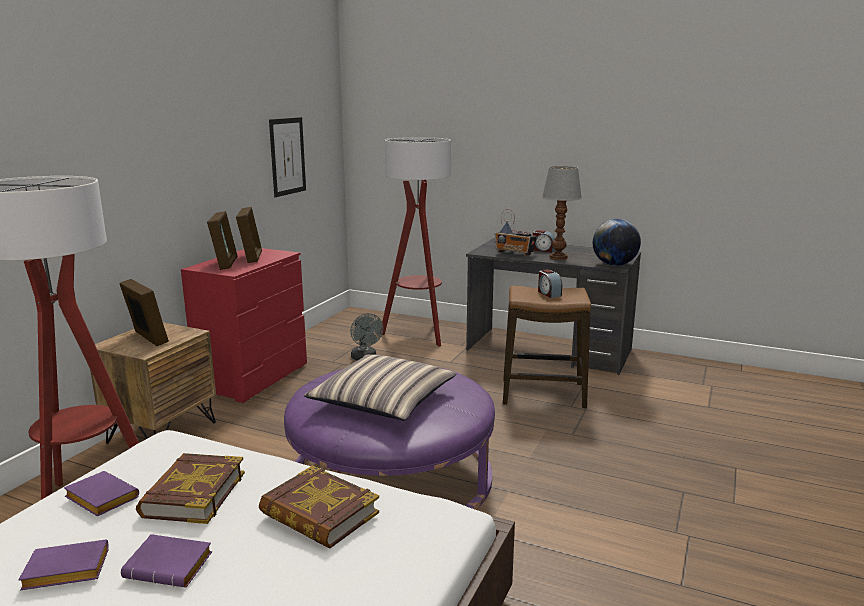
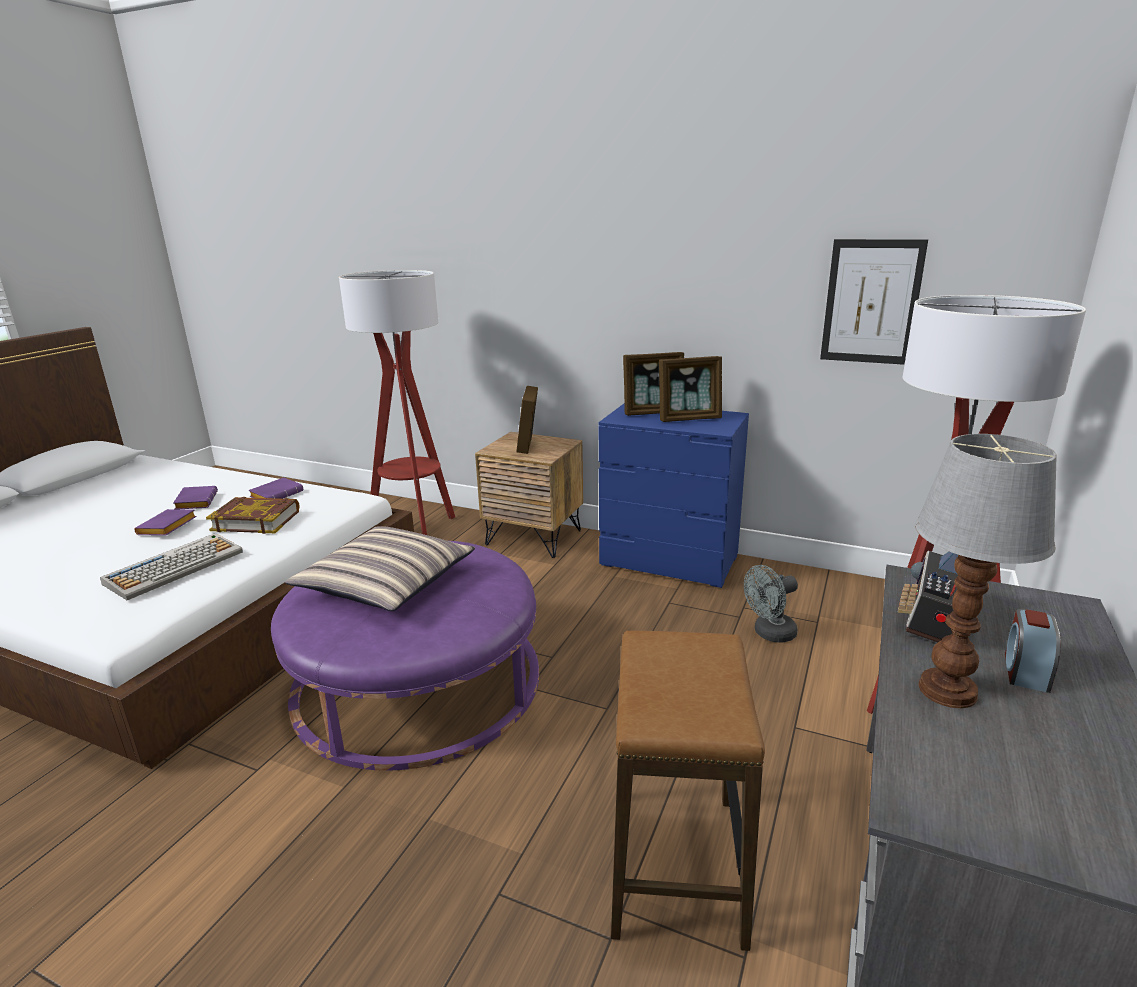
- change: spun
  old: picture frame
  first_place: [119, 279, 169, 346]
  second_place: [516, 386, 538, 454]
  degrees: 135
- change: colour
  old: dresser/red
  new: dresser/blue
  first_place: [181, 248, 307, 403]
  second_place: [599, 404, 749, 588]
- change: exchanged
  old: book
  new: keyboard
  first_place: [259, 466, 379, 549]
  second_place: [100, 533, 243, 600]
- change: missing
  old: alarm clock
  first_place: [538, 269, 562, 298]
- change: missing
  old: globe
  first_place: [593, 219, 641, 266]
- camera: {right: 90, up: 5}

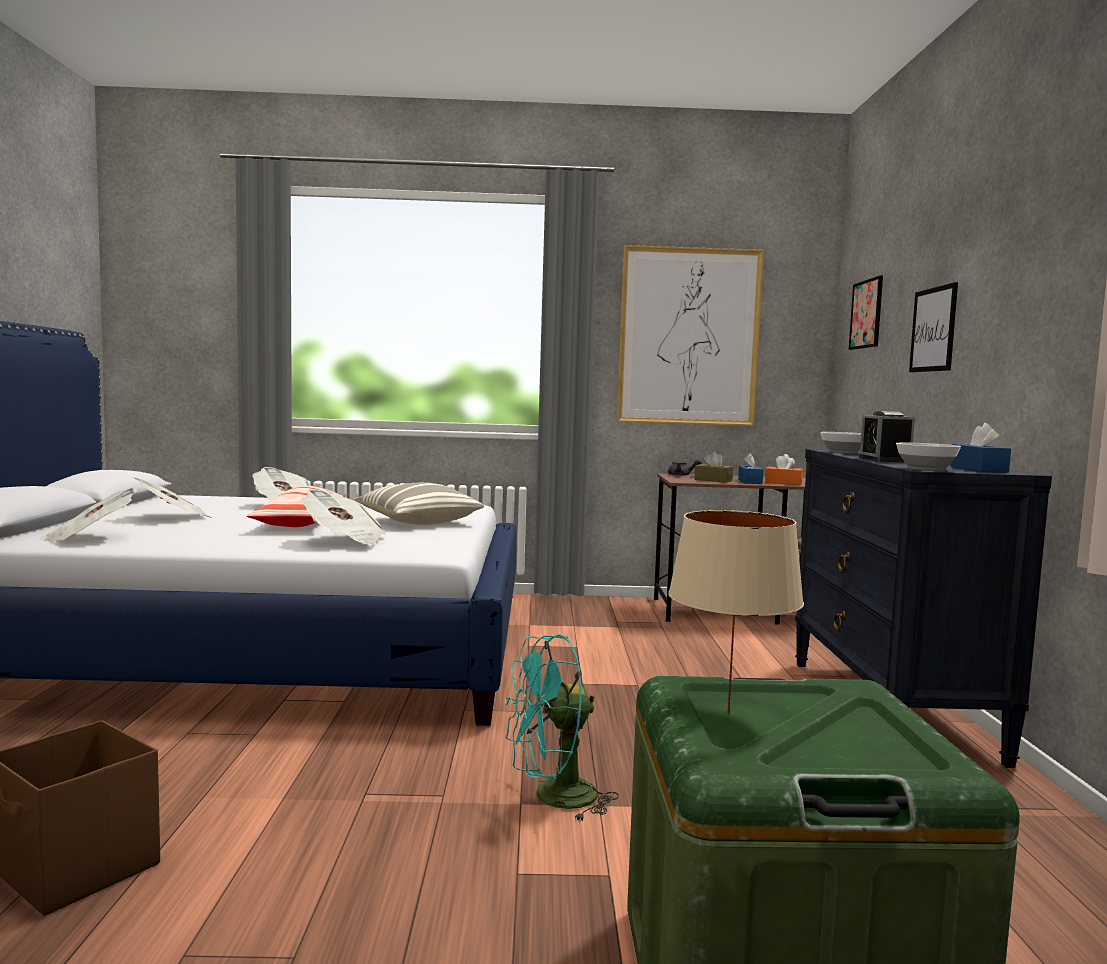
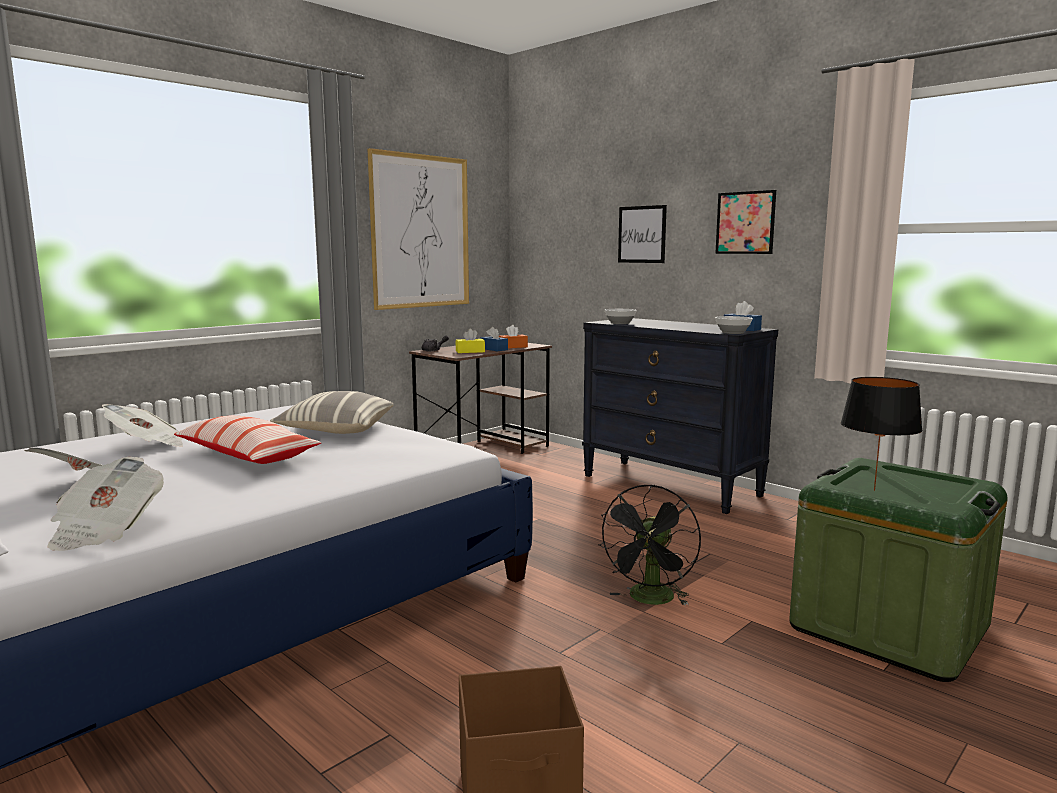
- change: missing
  old: newspaper
  first_place: [302, 489, 386, 545]
- change: colour
  old: fan/turquoise
  new: fan/black
  first_place: [505, 634, 619, 823]
  second_place: [598, 485, 701, 606]
- change: colour
  old: table lamp/beige
  new: table lamp/black
  first_place: [668, 510, 804, 714]
  second_place: [841, 377, 923, 491]
- change: colour
  old: tissue box/brown
  new: tissue box/yellow
  first_place: [695, 452, 733, 483]
  second_place: [456, 329, 485, 353]
- change: relocated
  old: picture
  first_place: [849, 276, 883, 350]
  second_place: [715, 190, 776, 254]
- change: missing
  old: alarm clock
  first_place: [859, 411, 915, 462]
- camera: {right: -45, up: 5}

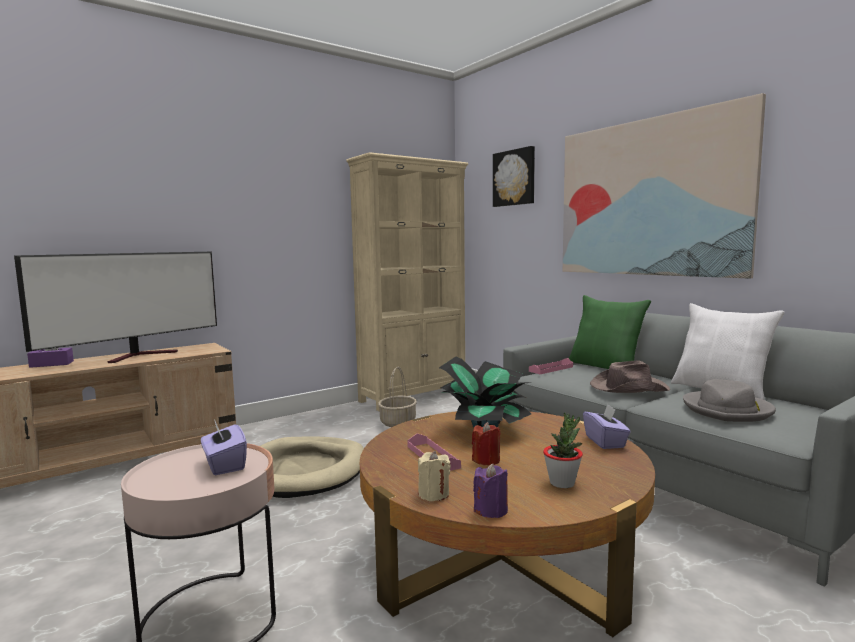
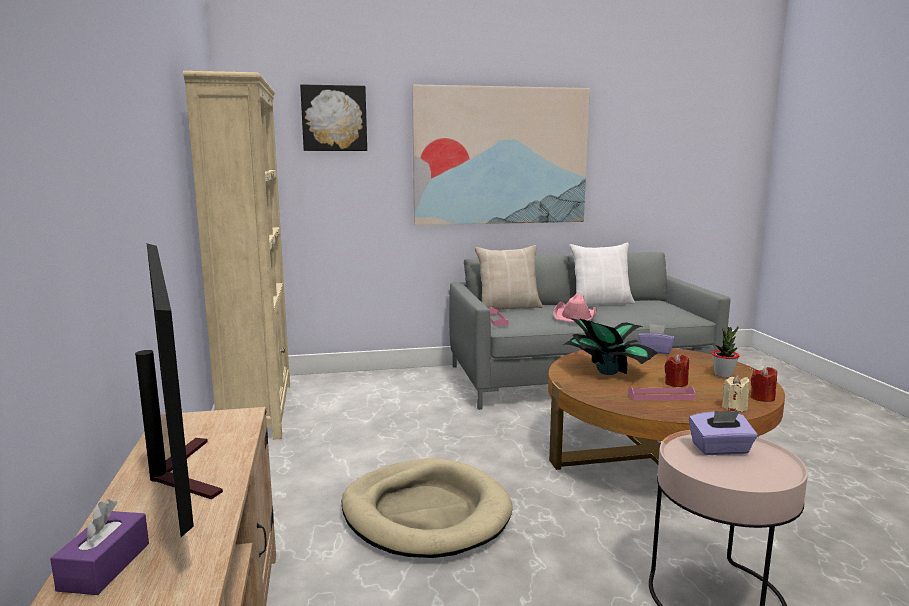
- change: missing
  old: basket
  first_place: [378, 367, 417, 427]
- change: colour
  old: candle/purple
  new: candle/red
  first_place: [473, 464, 508, 518]
  second_place: [750, 367, 777, 402]
- change: colour
  old: pillow/green
  new: pillow/beige
  first_place: [568, 295, 651, 369]
  second_place: [475, 245, 543, 310]
- change: colour
  old: hat/brown
  new: hat/pink
  first_place: [590, 360, 670, 393]
  second_place: [554, 294, 597, 322]
- change: missing
  old: hat/grey
  first_place: [683, 379, 776, 422]
- camera: {right: -65, up: 5}

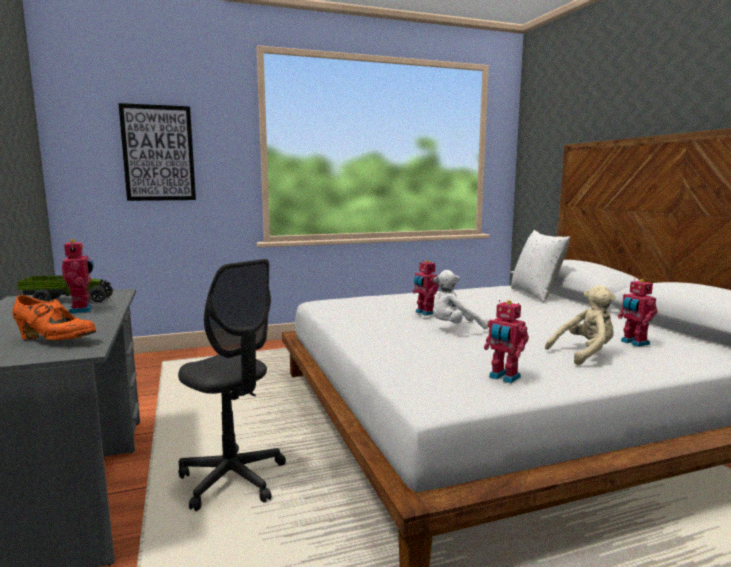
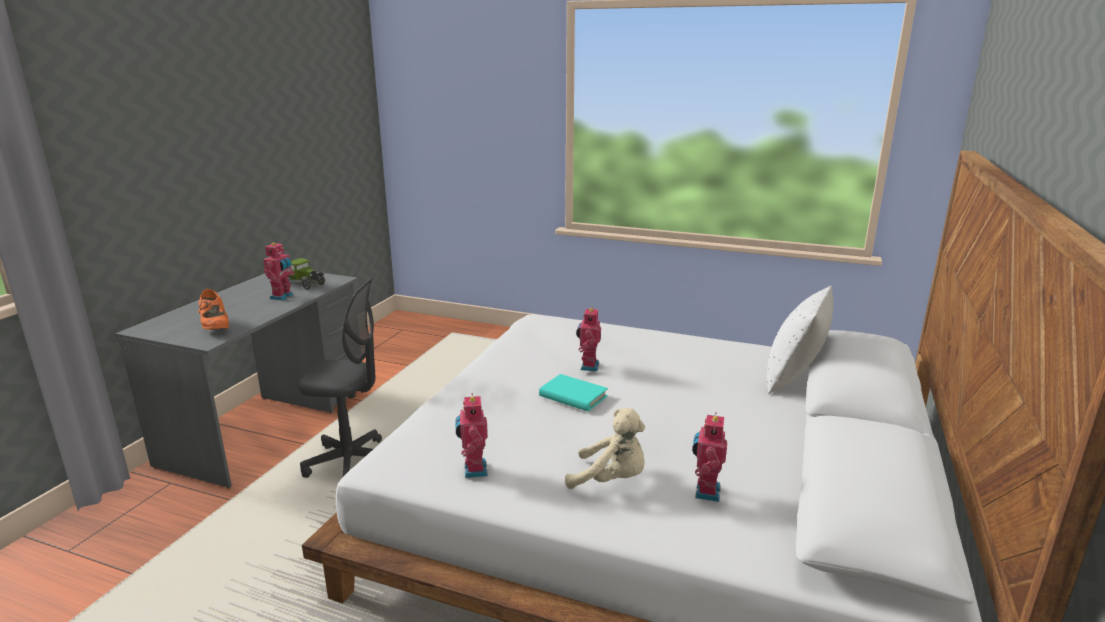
- change: missing
  old: picture
  first_place: [118, 103, 196, 201]
- change: spun
  old: office chair/grey
  first_place: [178, 259, 286, 511]
  second_place: [298, 278, 382, 478]
  degrees: -75
- change: exchanged
  old: plush toy/white
  new: book/turquoise
  first_place: [433, 270, 489, 329]
  second_place: [539, 374, 608, 411]
- camera: {right: 40, up: 10}

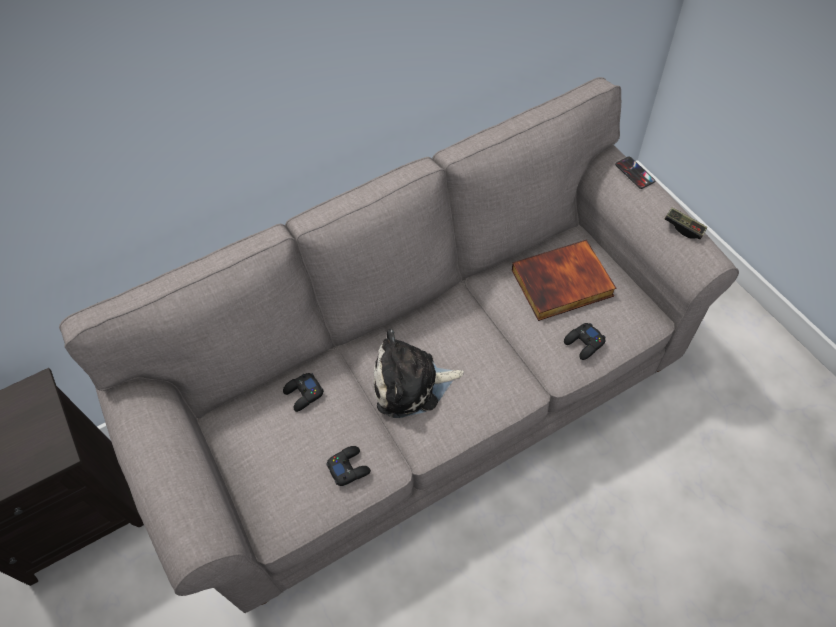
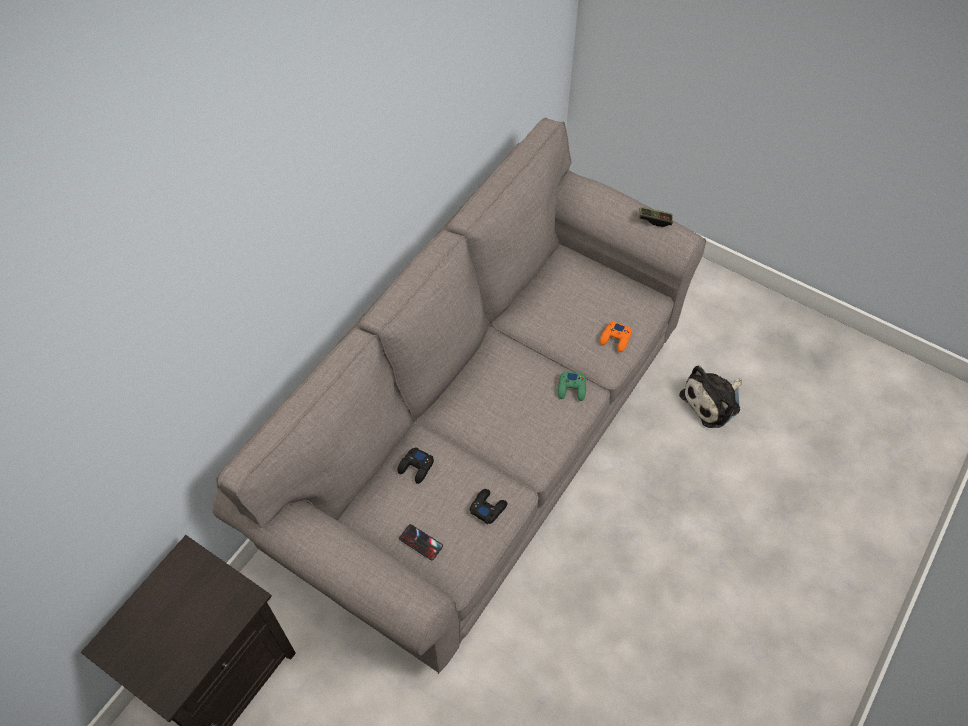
- change: relocated
  old: plush toy
  first_place: [374, 329, 464, 418]
  second_place: [679, 365, 742, 428]
- change: missing
  old: book
  first_place: [512, 240, 616, 321]
- change: colour
  old: game controller/black
  new: game controller/orange
  first_place: [564, 323, 606, 360]
  second_place: [600, 321, 632, 352]
- change: relocated
  old: phone
  first_place: [615, 157, 655, 189]
  second_place: [399, 524, 443, 560]
- change: appeared
  new: game controller/green
  second_place: [558, 371, 586, 401]
- camera: {right: -30, up: 0}

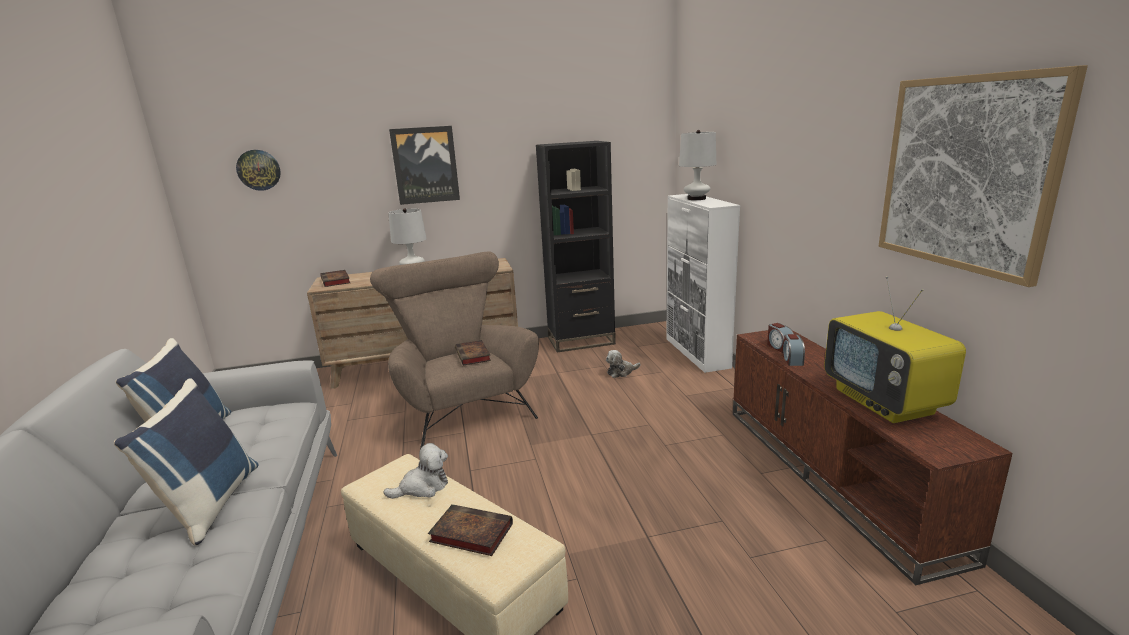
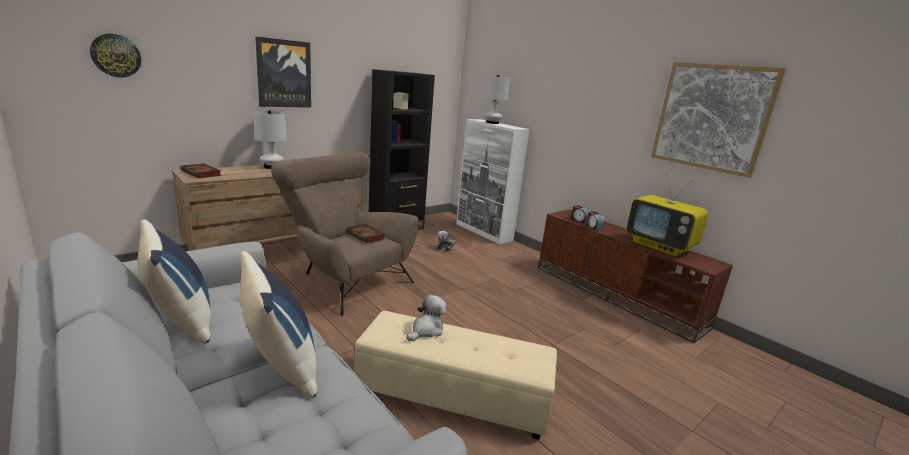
- change: missing
  old: book
  first_place: [428, 504, 513, 556]
- camera: {right: -30, up: 0}

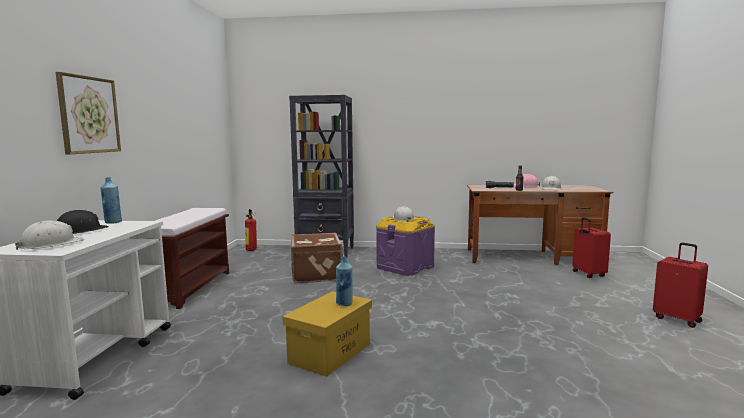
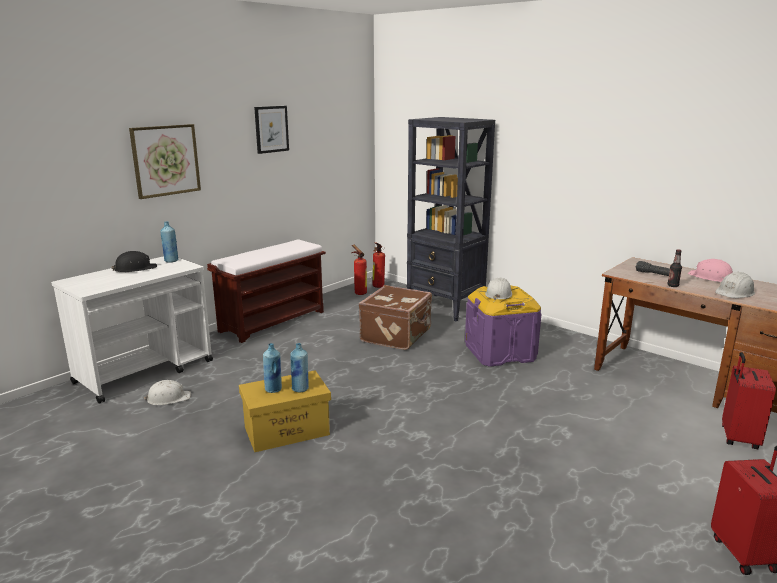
- change: relocated
  old: hard hat/white
  first_place: [14, 220, 84, 250]
  second_place: [144, 380, 191, 405]
- change: appeared
  new: picture
  second_place: [254, 106, 289, 154]
- change: appeared
  new: bottle/blue
  second_place: [263, 343, 282, 393]
- change: appeared
  new: fire extinguisher
  second_place: [351, 245, 367, 295]
- camera: {right: 35, up: 10}

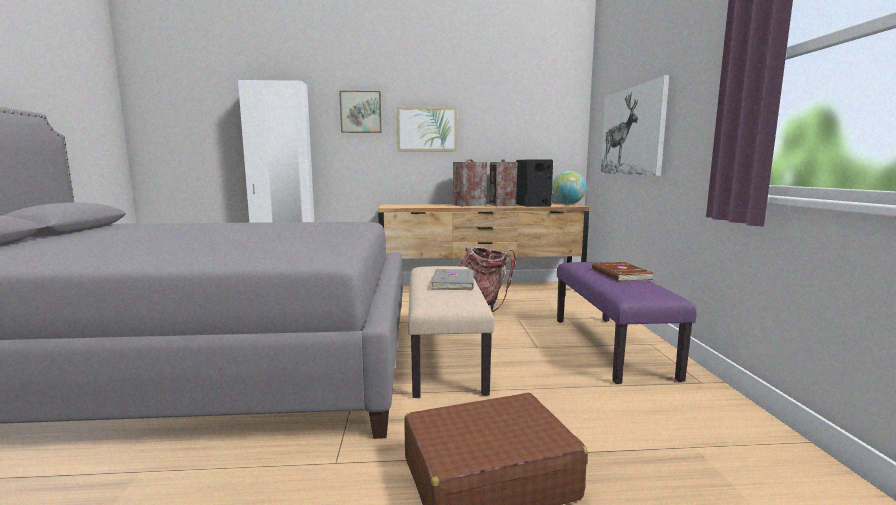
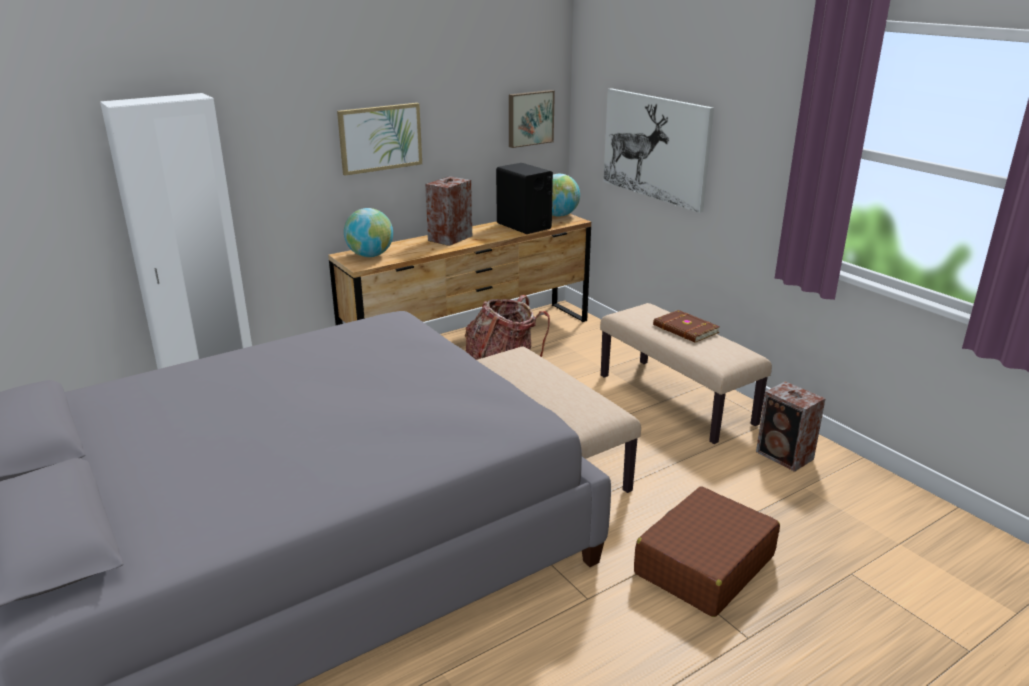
- change: relocated
  old: picture
  first_place: [339, 91, 382, 133]
  second_place: [509, 90, 555, 148]
- change: missing
  old: book/grey
  first_place: [431, 269, 474, 290]
- change: relocated
  old: speaker
  first_place: [489, 159, 517, 206]
  second_place: [756, 381, 826, 472]
- change: colour
  old: bench/purple
  new: bench/beige
  first_place: [557, 262, 697, 384]
  second_place: [600, 303, 772, 444]
- change: appeared
  new: globe
  second_place: [344, 208, 393, 257]
- camera: {right: -30, up: 15}

